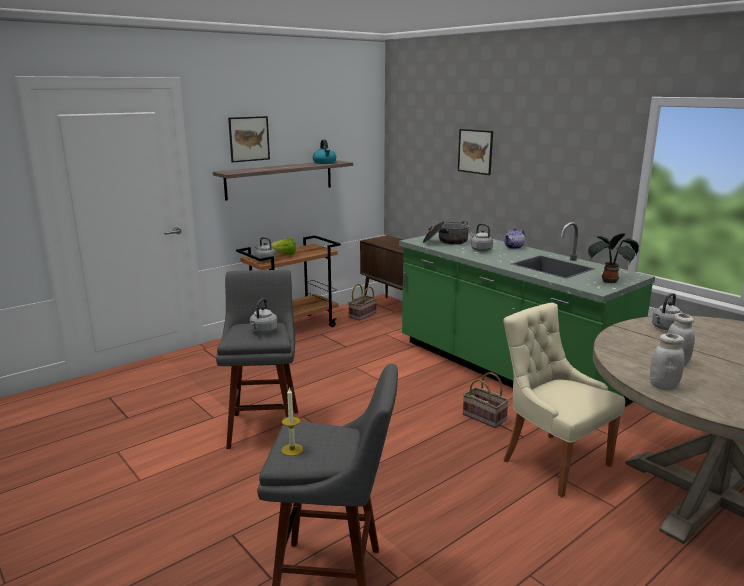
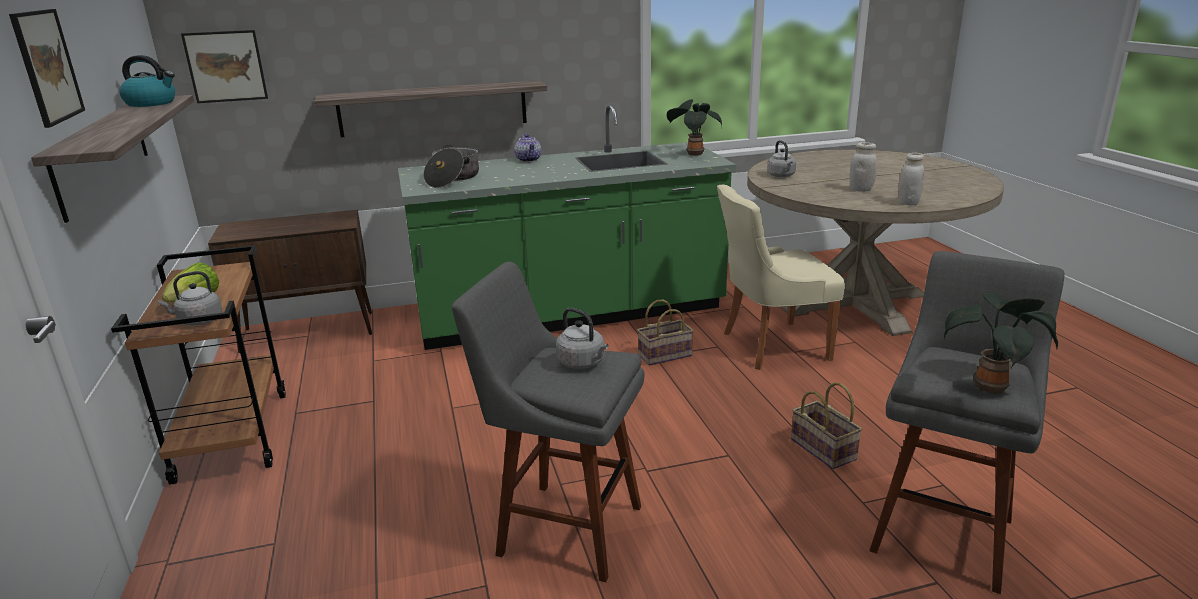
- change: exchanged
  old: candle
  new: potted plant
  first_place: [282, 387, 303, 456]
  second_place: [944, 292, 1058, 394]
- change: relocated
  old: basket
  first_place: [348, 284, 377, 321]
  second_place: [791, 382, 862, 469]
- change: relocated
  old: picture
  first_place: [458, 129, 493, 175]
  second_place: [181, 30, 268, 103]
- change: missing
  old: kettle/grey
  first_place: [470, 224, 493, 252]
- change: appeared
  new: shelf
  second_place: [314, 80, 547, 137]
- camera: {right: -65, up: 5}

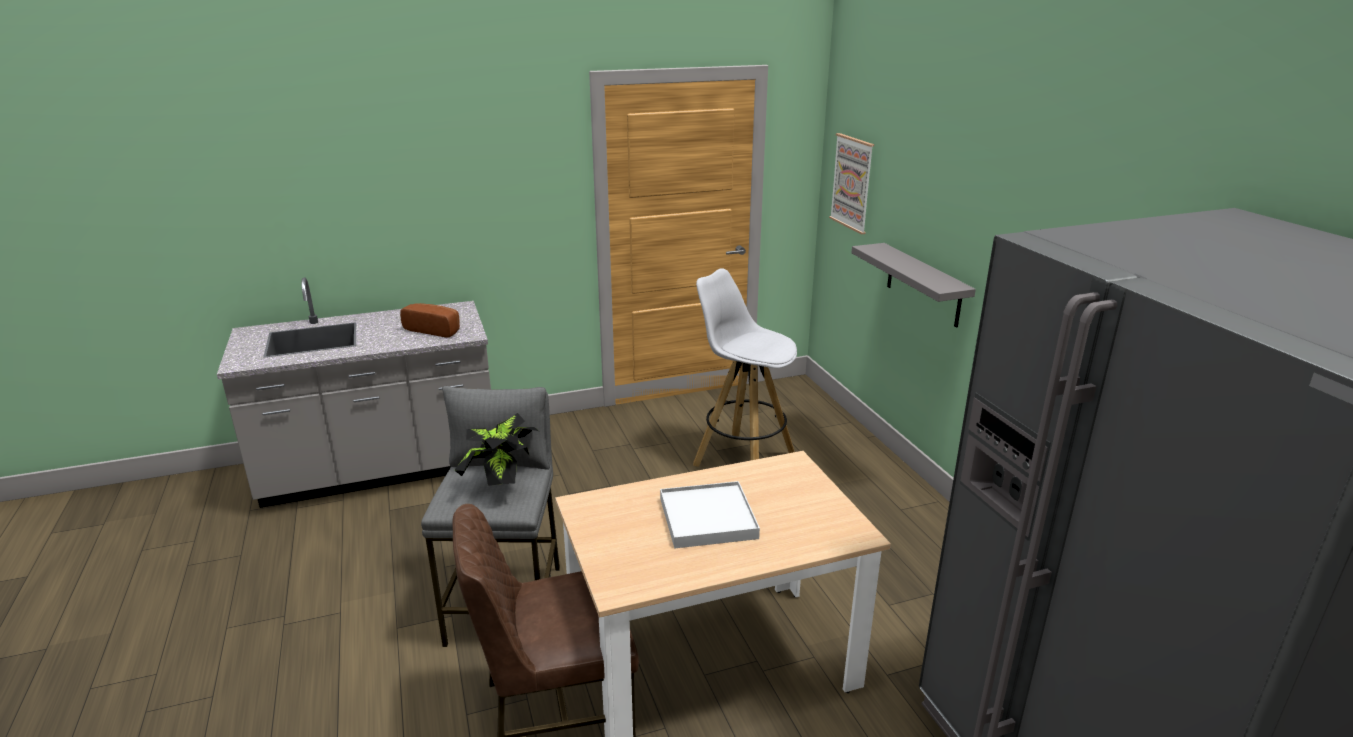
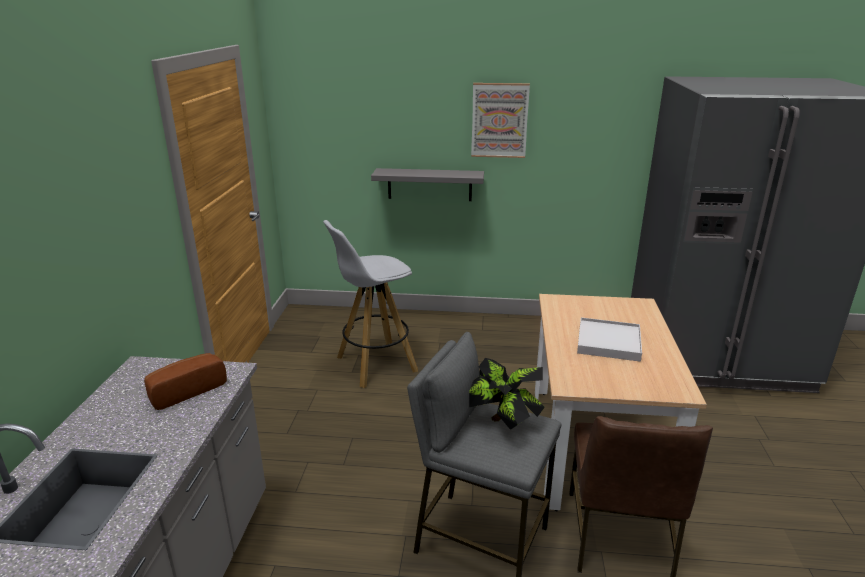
- change: relocated
  old: picture
  first_place: [829, 133, 874, 234]
  second_place: [471, 83, 530, 158]
- camera: {right: -65, up: 0}

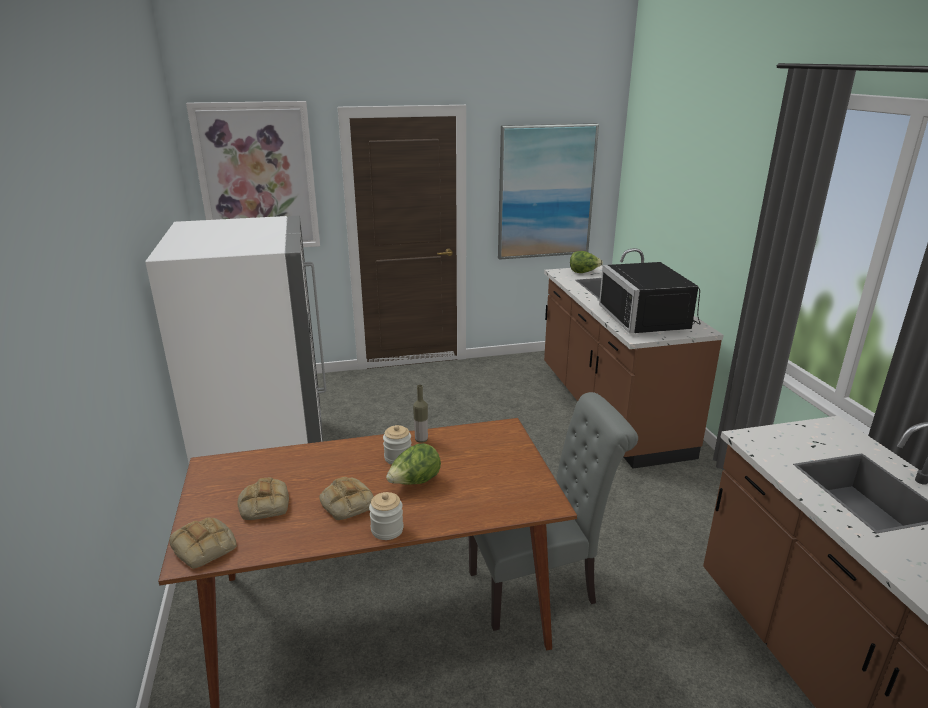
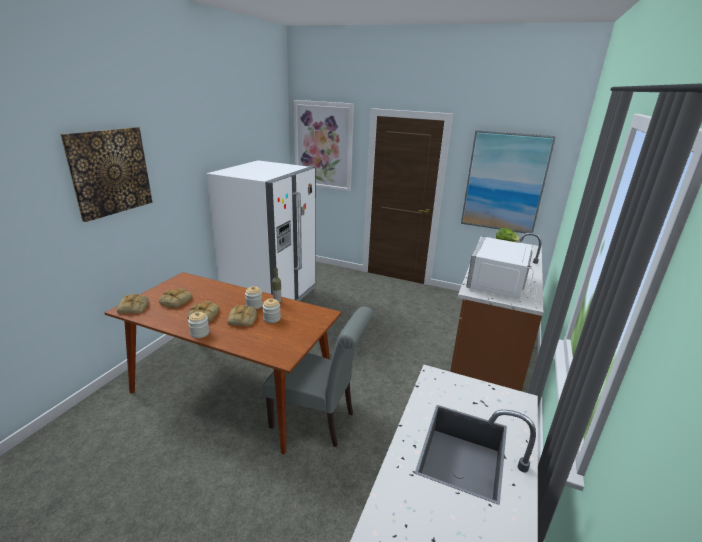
- change: exchanged
  old: lettuce
  new: bread
  first_place: [386, 443, 441, 485]
  second_place: [227, 305, 257, 326]
- change: colour
  old: microwave/black
  new: microwave/white
  first_place: [599, 262, 701, 334]
  second_place: [466, 237, 537, 300]
- change: appeared
  new: picture
  second_place: [61, 127, 153, 222]
- change: appeared
  new: jar
  second_place: [262, 298, 281, 323]
- camera: {right: 35, up: 0}

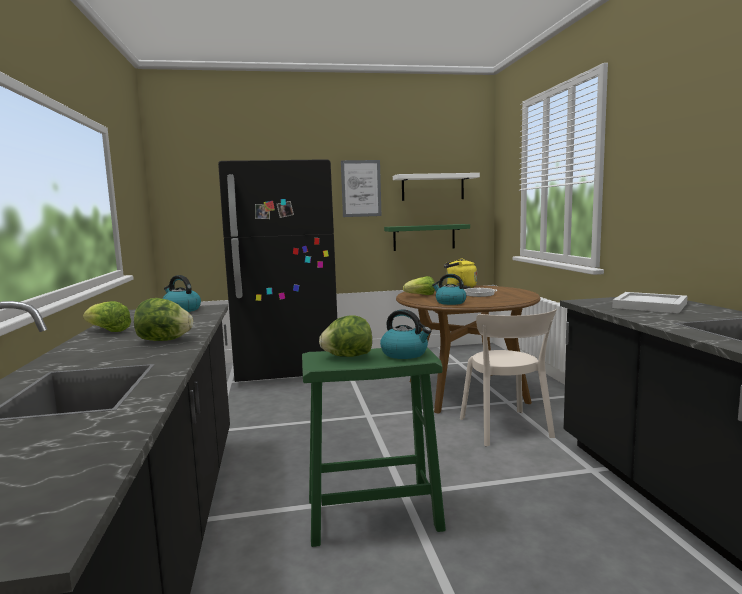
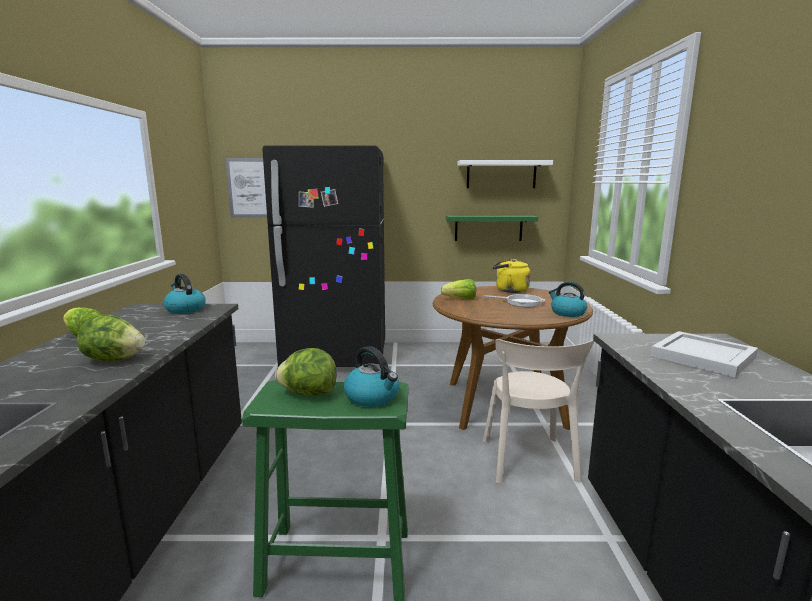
- change: relocated
  old: picture
  first_place: [341, 160, 381, 217]
  second_place: [225, 158, 267, 217]
- change: relocated
  old: kettle
  first_place: [432, 274, 466, 305]
  second_place: [549, 282, 587, 317]
- camera: {right: 10, up: 5}

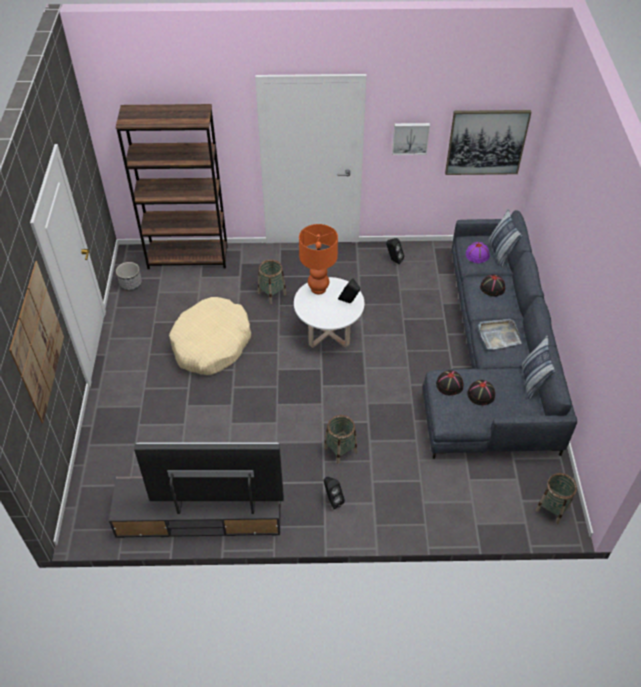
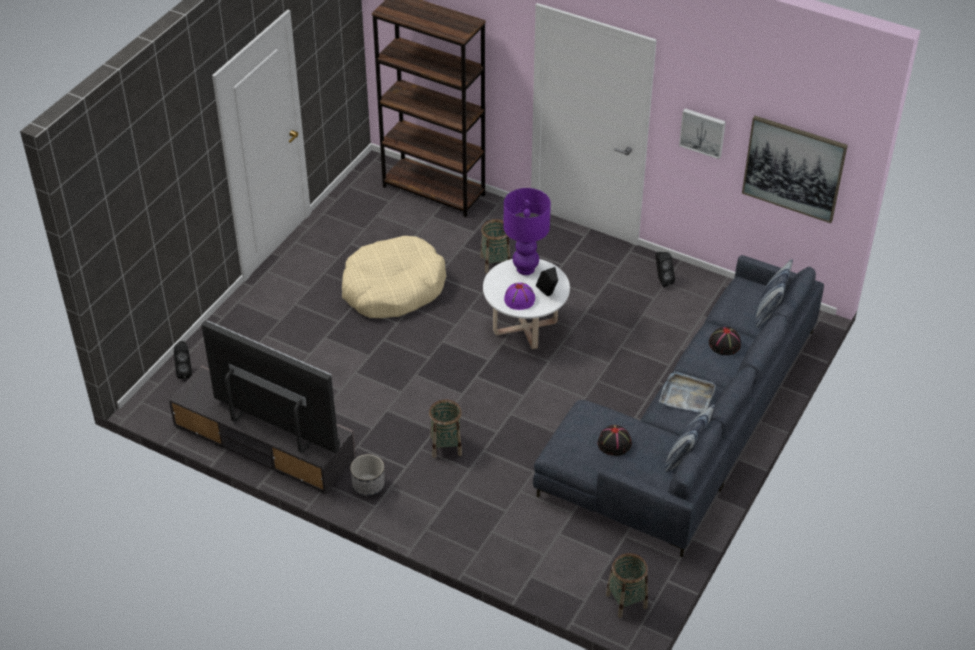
- change: missing
  old: picture
  first_place: [9, 261, 64, 423]
- change: relocated
  old: planter
  first_place: [116, 262, 142, 291]
  second_place: [350, 454, 385, 496]
- change: colour
  old: table lamp/orange
  new: table lamp/purple
  first_place: [299, 224, 338, 295]
  second_place: [504, 188, 551, 275]
- change: relocated
  old: speaker/black
  first_place: [323, 477, 345, 509]
  second_place: [174, 341, 192, 379]
- change: missing
  old: hat/black
  first_place: [436, 370, 464, 396]
- change: relocated
  old: hat/purple
  first_place: [466, 242, 490, 263]
  second_place: [504, 282, 535, 310]
- camera: {right: 30, up: -5}

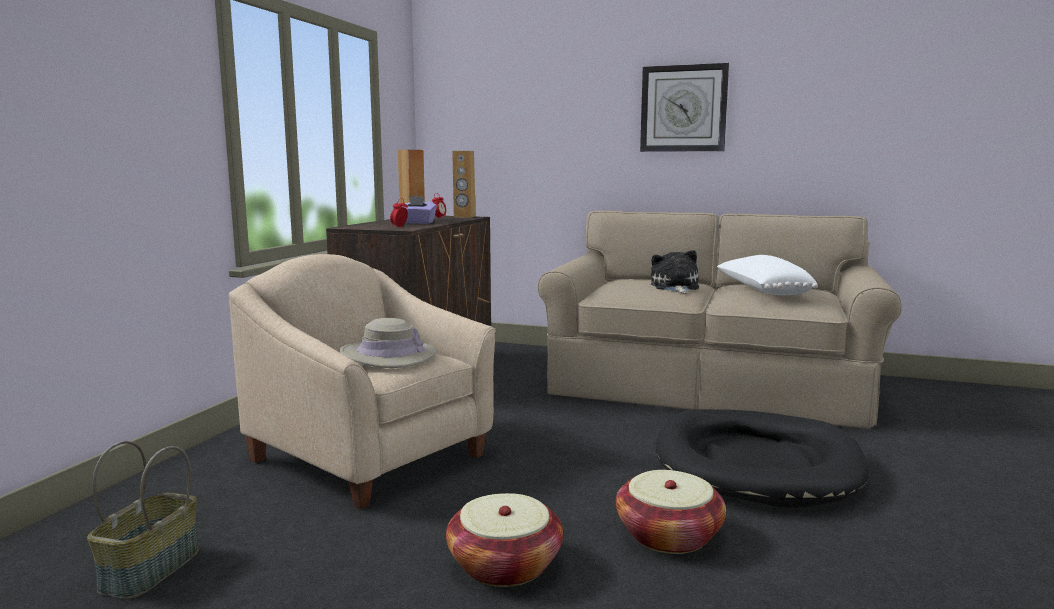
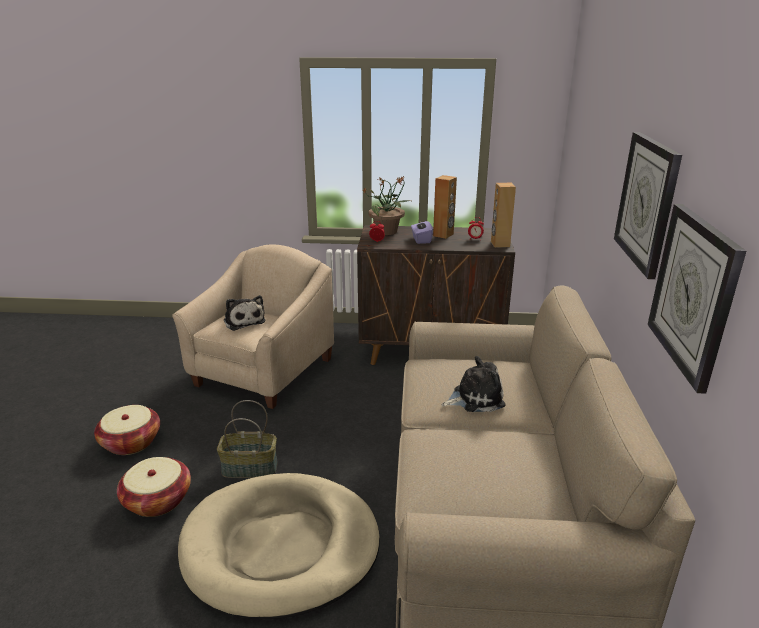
- change: relocated
  old: basket
  first_place: [87, 441, 199, 599]
  second_place: [217, 400, 278, 478]
- change: exchanged
  old: hat/beige
  new: plush toy
  first_place: [339, 318, 436, 368]
  second_place: [224, 295, 265, 331]
- change: colour
  old: dog bed/black
  new: dog bed/beige
  first_place: [656, 409, 868, 508]
  second_place: [178, 473, 380, 619]
- change: missing
  old: pillow/white
  first_place: [717, 255, 818, 295]
- change: appeared
  new: potted plant
  second_place: [361, 176, 413, 235]
- change: appeared
  new: wall clock
  second_place: [648, 204, 746, 394]
- camera: {right: 75, up: 15}

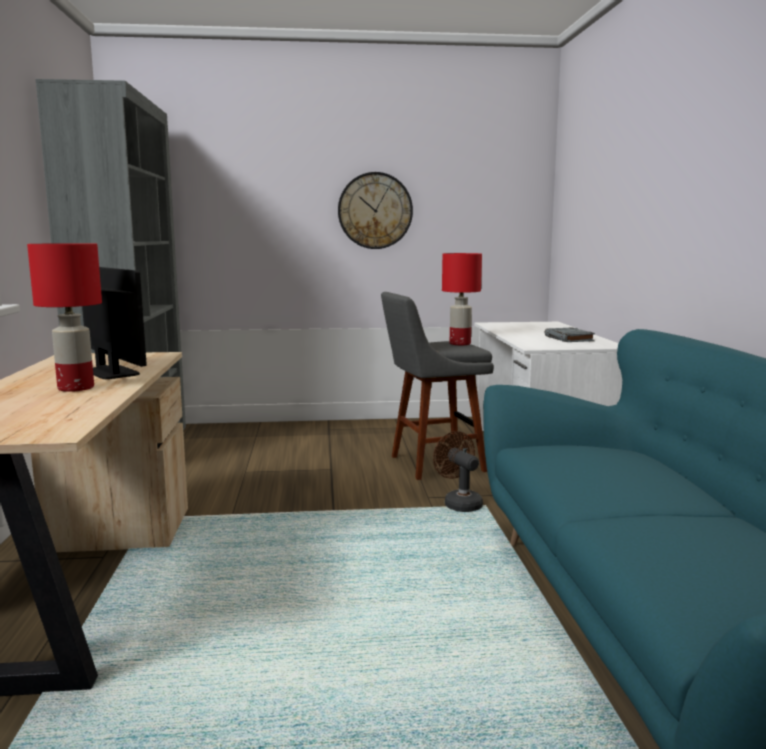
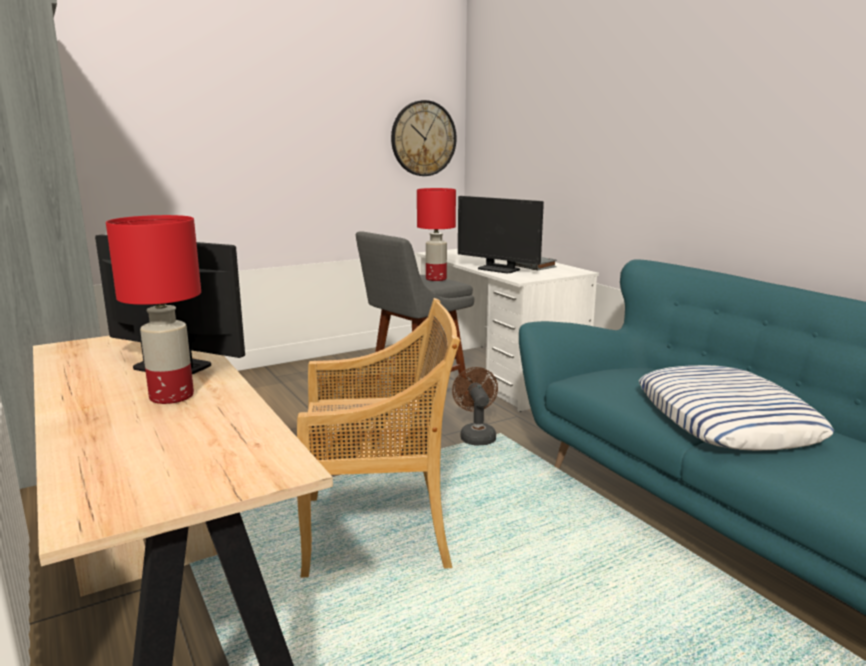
- change: relocated
  old: wall clock
  first_place: [338, 172, 413, 249]
  second_place: [391, 100, 457, 176]
- change: spun
  old: fan/brown
  first_place: [433, 431, 483, 512]
  second_place: [452, 367, 498, 445]
  degrees: 45
- change: appeared
  new: chair/beige
  second_place: [297, 298, 460, 578]
- change: appeared
  new: monitor
  second_place: [458, 196, 544, 273]
- change: appeared
  new: pillow
  second_place: [639, 365, 834, 451]
- camera: {right: -25, up: 5}

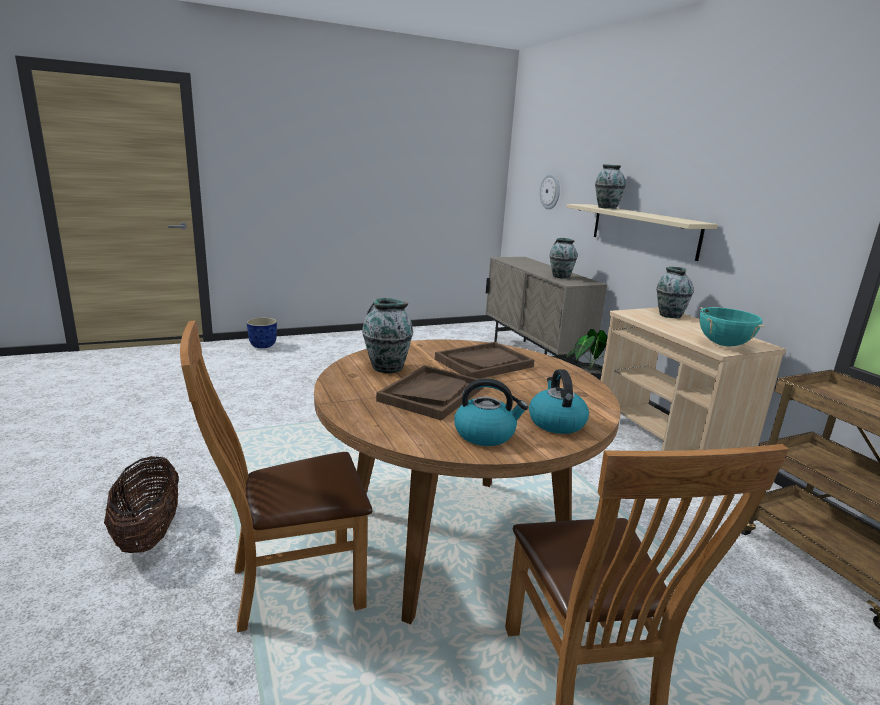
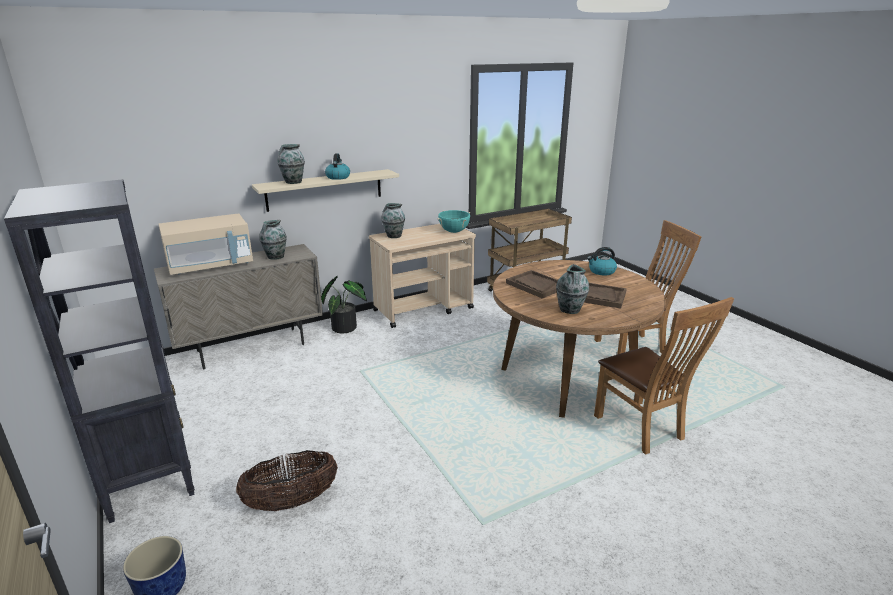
- change: relocated
  old: basket
  first_place: [104, 456, 179, 553]
  second_place: [236, 450, 338, 511]
- change: relocated
  old: kettle
  first_place: [454, 378, 528, 446]
  second_place: [325, 153, 350, 180]
- change: missing
  old: wall clock
  first_place: [540, 174, 560, 209]
- change: appeared
  new: bookcase/black
  second_place: [4, 179, 195, 523]
- change: appeared
  new: microwave/beige
  second_place: [158, 213, 253, 275]
- camera: {right: -95, up: 5}

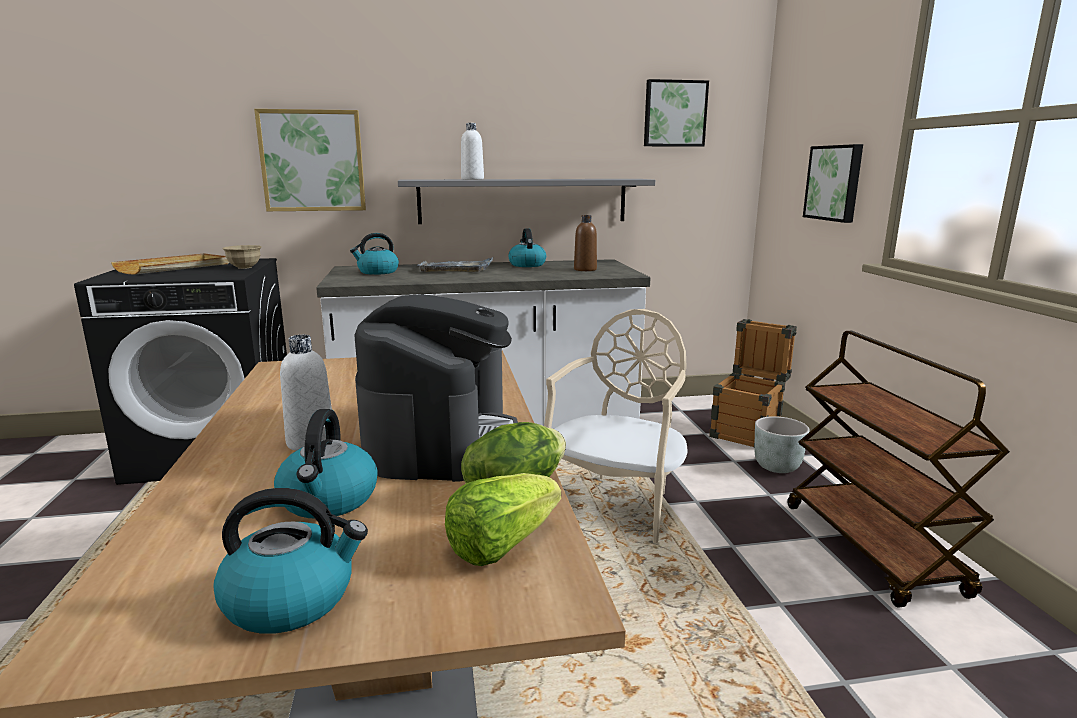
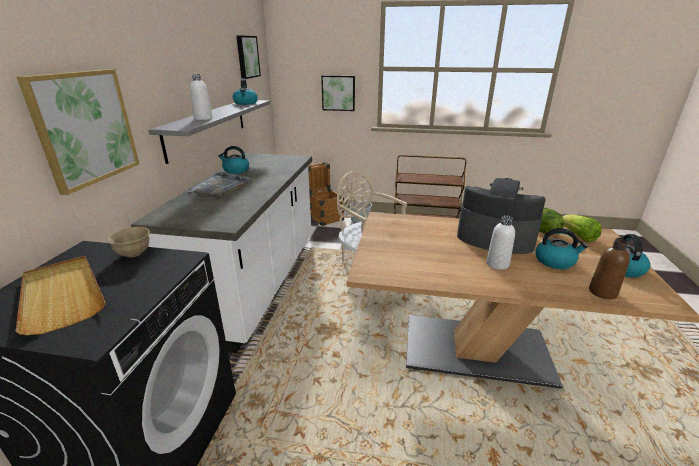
- change: relocated
  old: kettle
  first_place: [350, 233, 399, 275]
  second_place: [233, 79, 258, 105]
- change: relocated
  old: bottle/brown
  first_place: [574, 215, 597, 271]
  second_place: [589, 239, 630, 299]
- camera: {right: -70, up: 10}

